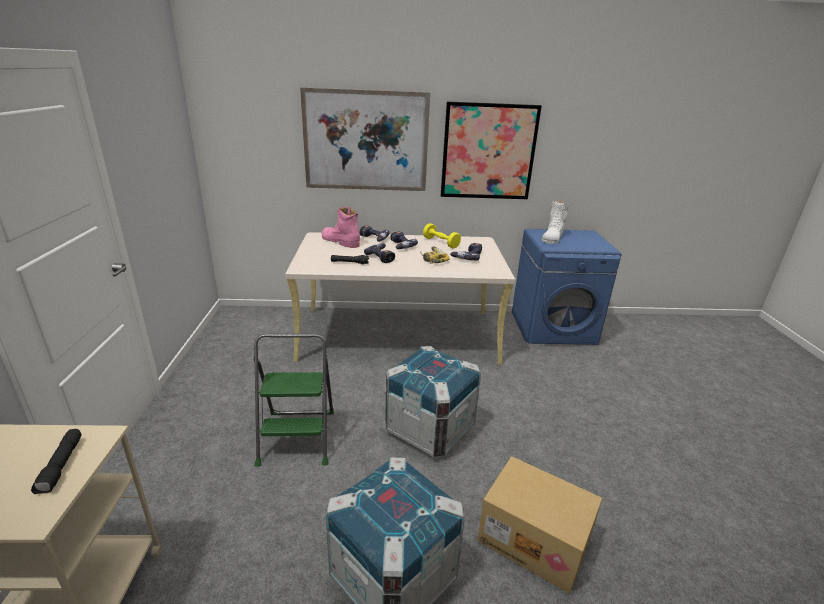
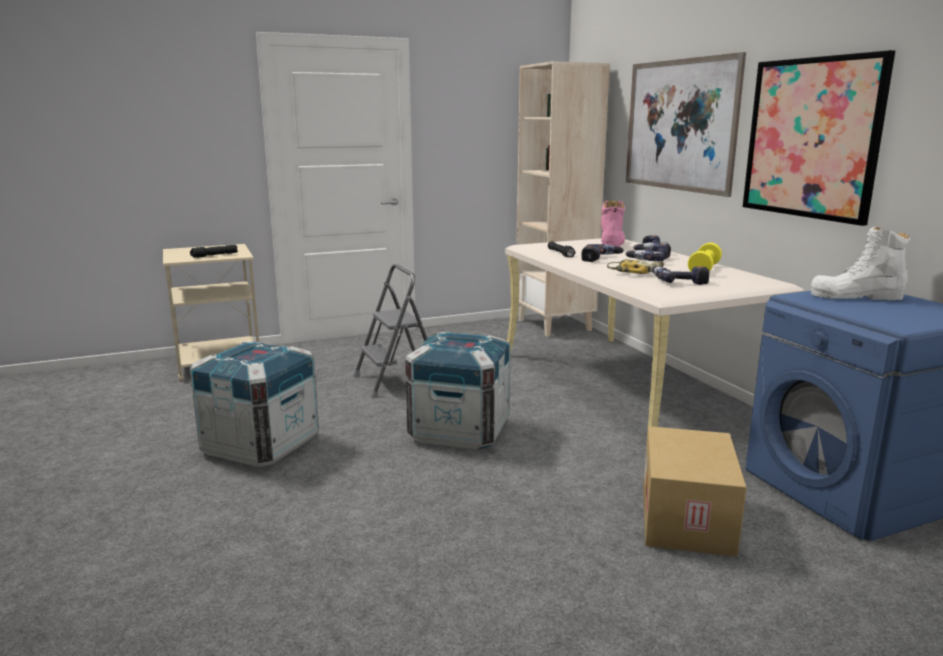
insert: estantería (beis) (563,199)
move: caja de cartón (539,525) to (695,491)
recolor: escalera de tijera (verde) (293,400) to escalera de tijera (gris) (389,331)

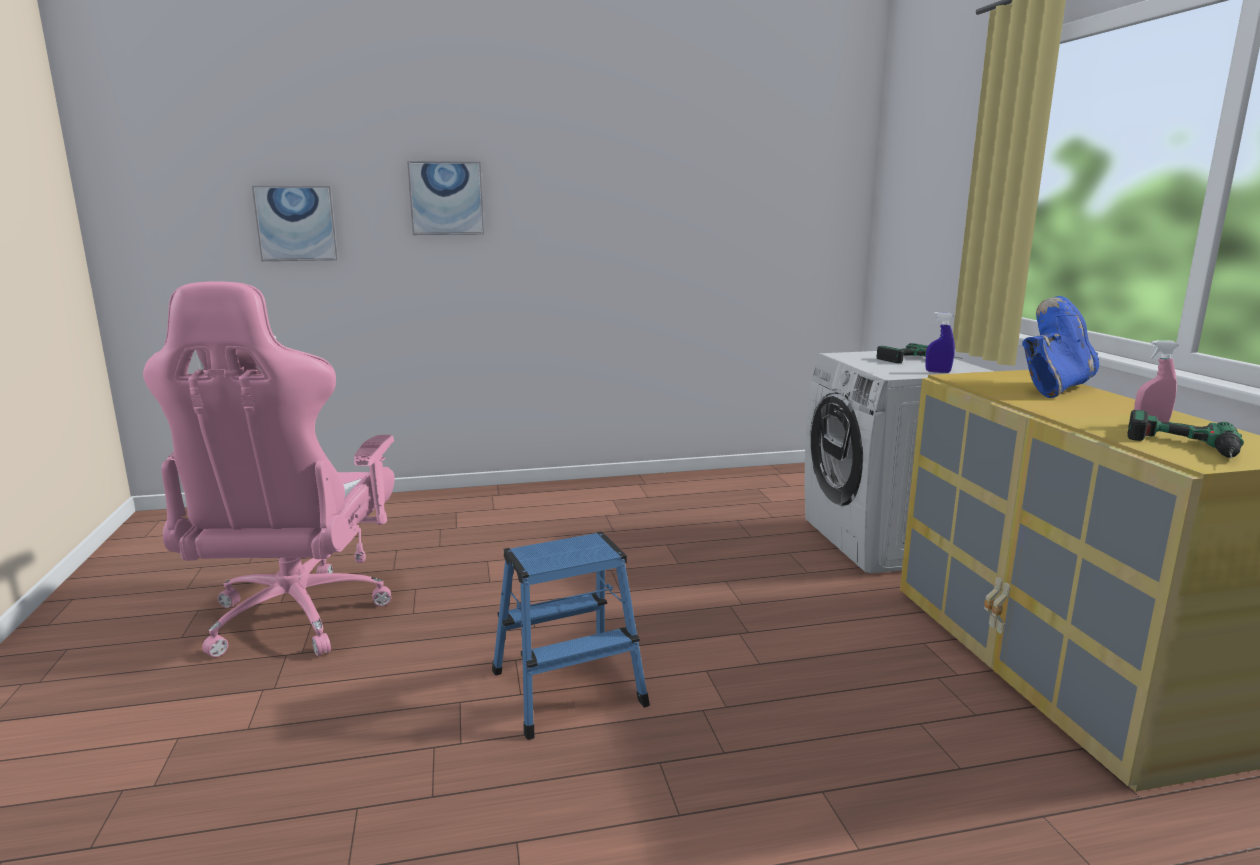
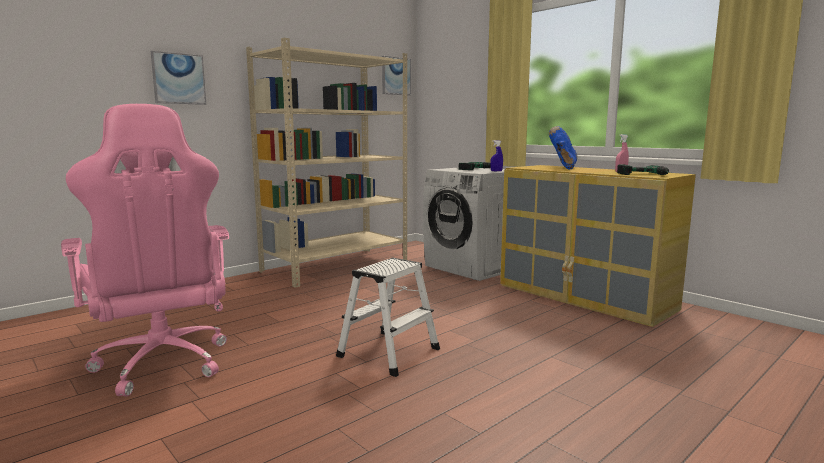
insert: estantería (beis) (326,163)
move: cuadro (295,223) to (396,76)
recolor: escalera de tijera (azul) (571,635) to escalera de tijera (blanco) (388,317)

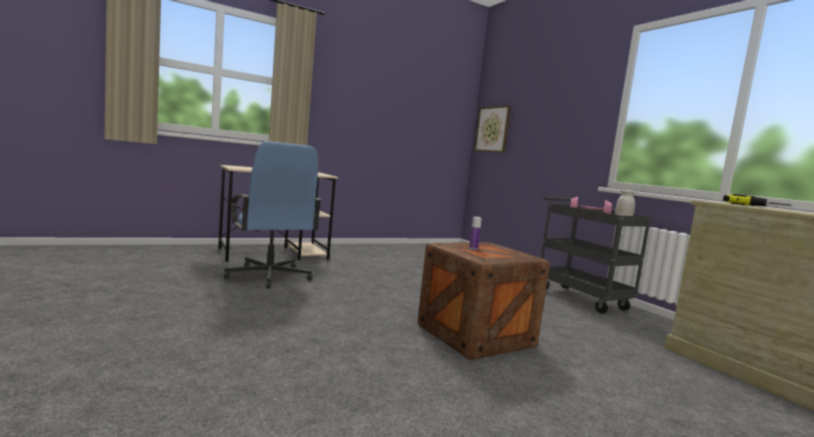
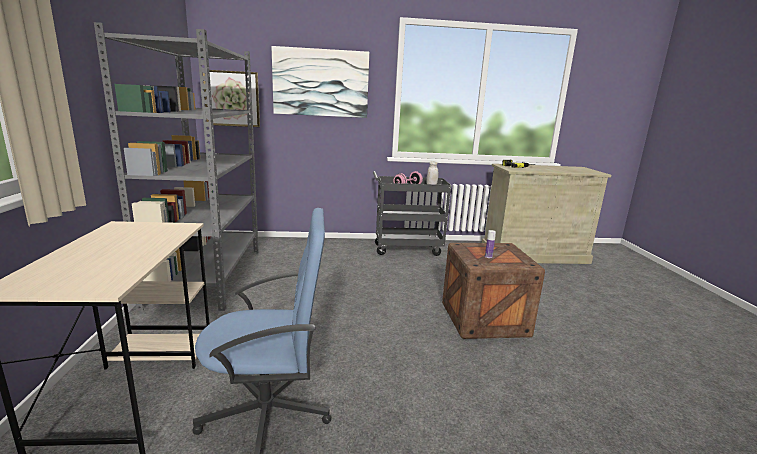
insert: estantería (gris) (176,166); cuadro (320,82)

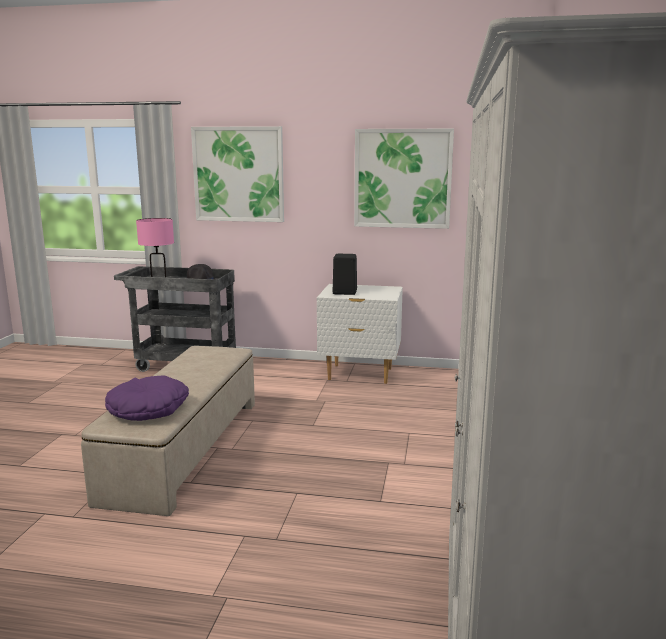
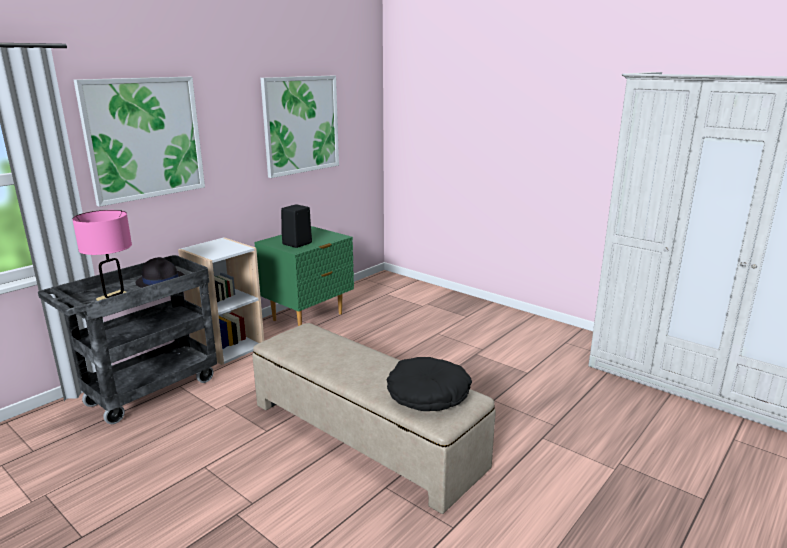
insert: estantería (221,301)
recolor: cojín (morado) (147,398) to cojín (negro) (429,384); mesita de noche (blanco) (360,334) to mesita de noche (verde) (304,276)

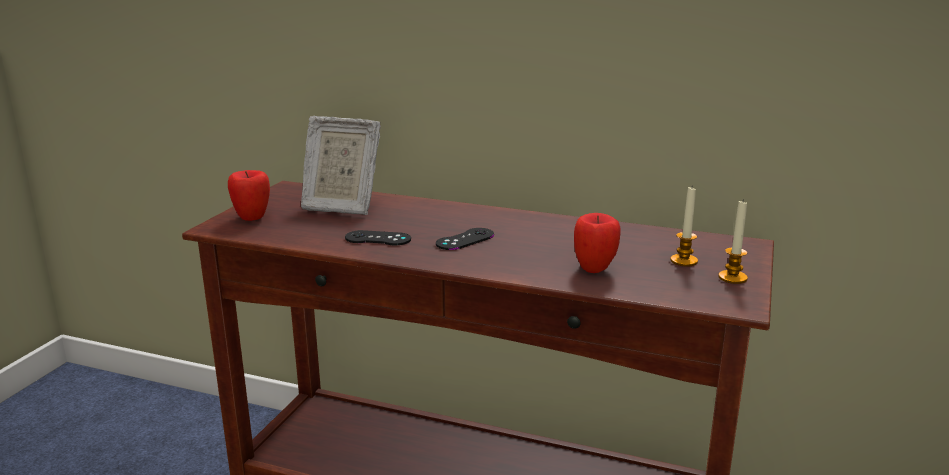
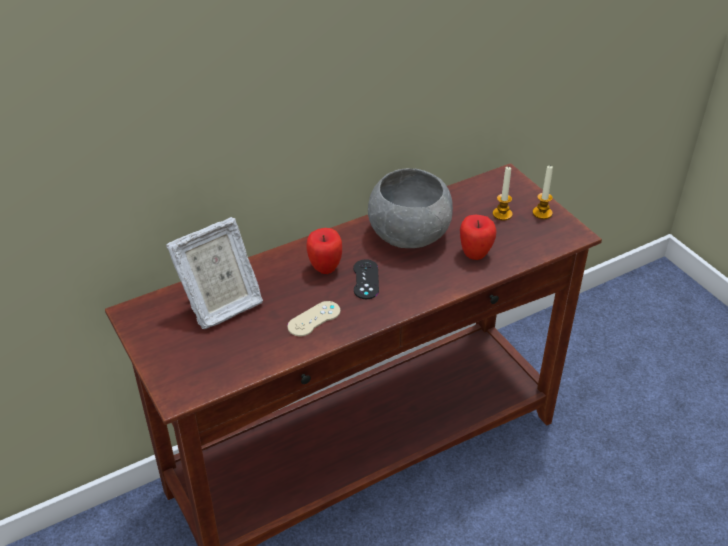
insert: cuenco (gris) (410,208)
move: manzana (249,195) to (324,251)
recolor: mando de consola (negro) (378,237) to mando de consola (beis) (313,318)

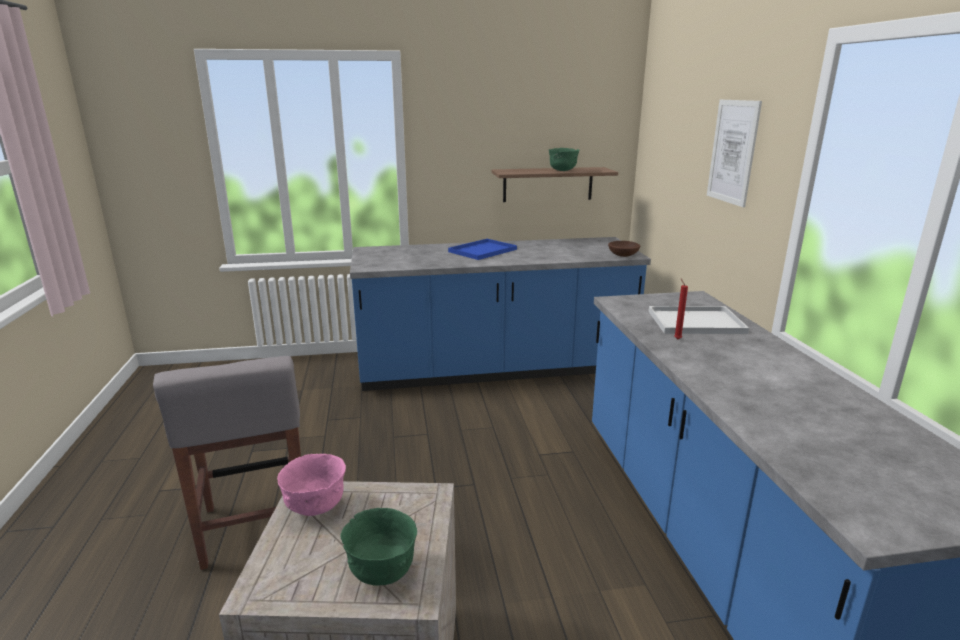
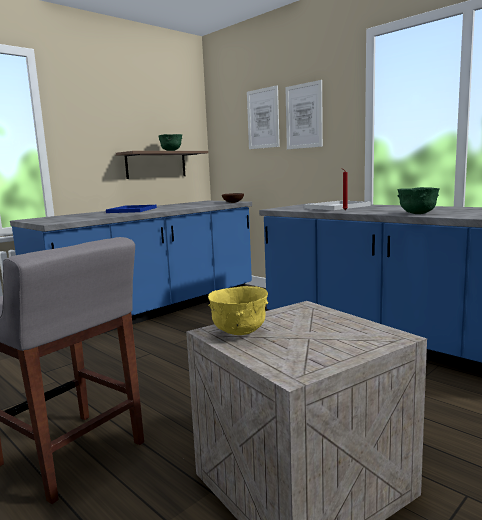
insert: cuadro (263,117)
move: cuenco (verde) (379,547) to (418,200)
recolor: cuenco (rosa) (311,485) to cuenco (amarillo) (238,310)

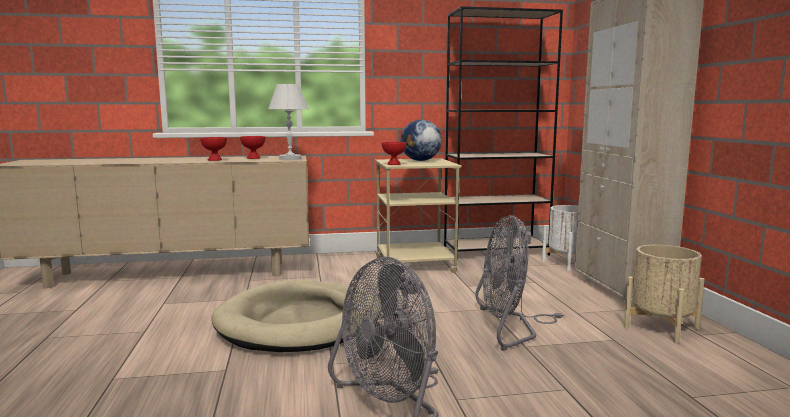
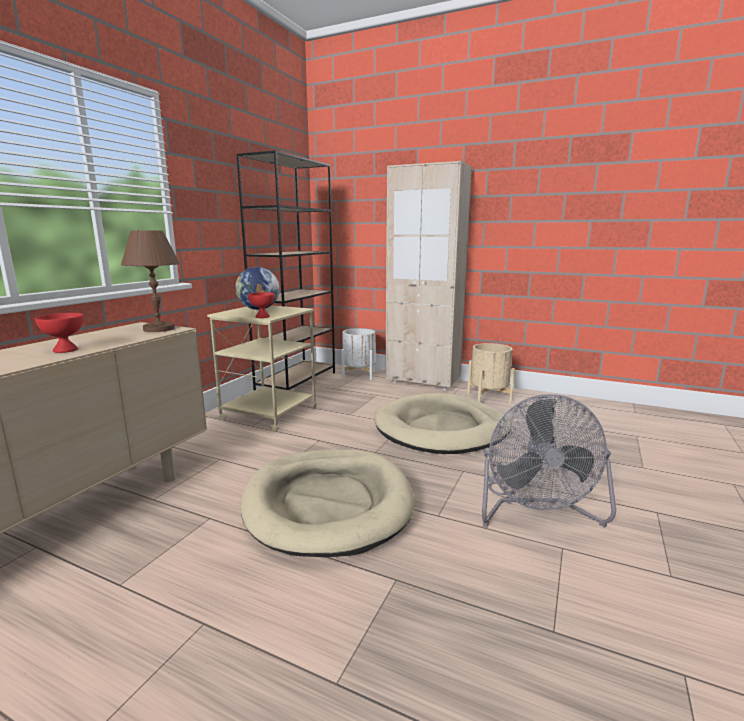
delete: cuenco (rojo) (253,147)
replace: ventilador (gris) (519,283) to cama para perro (beis) (443,423)
recolor: lámpara de mesa (blanco) (288,122) to lámpara de mesa (marrón) (150,281)

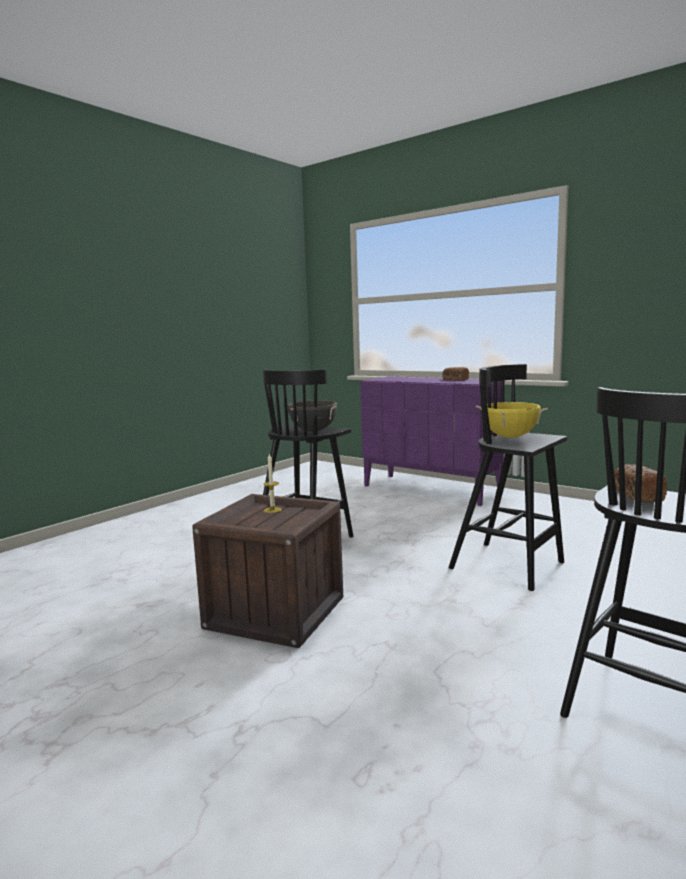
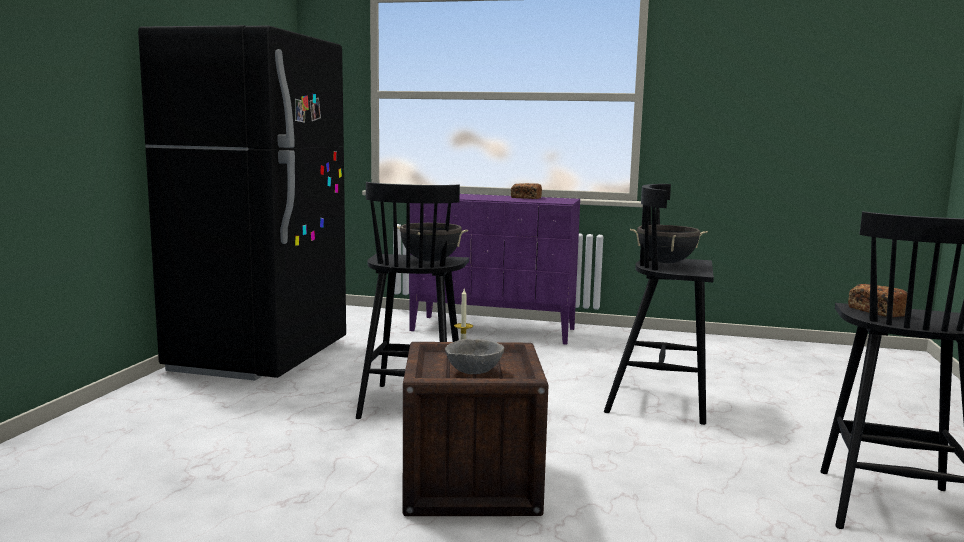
insert: nevera (negro) (242,202); cuenco (gris) (474,356)
recolor: olla (amarillo) (512,420) to olla (negro) (669,244)

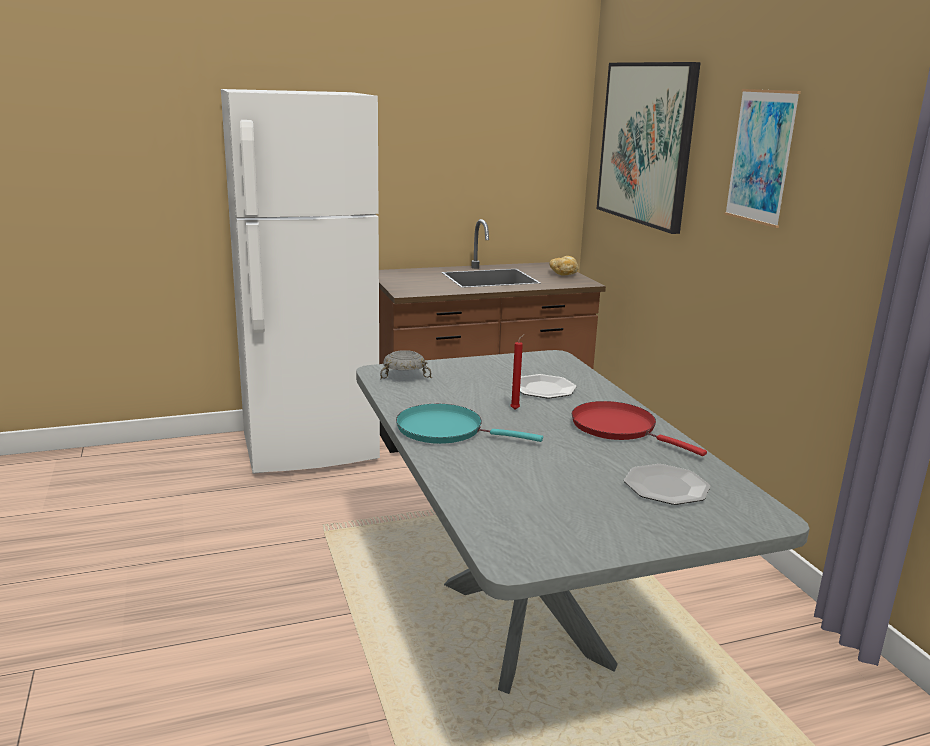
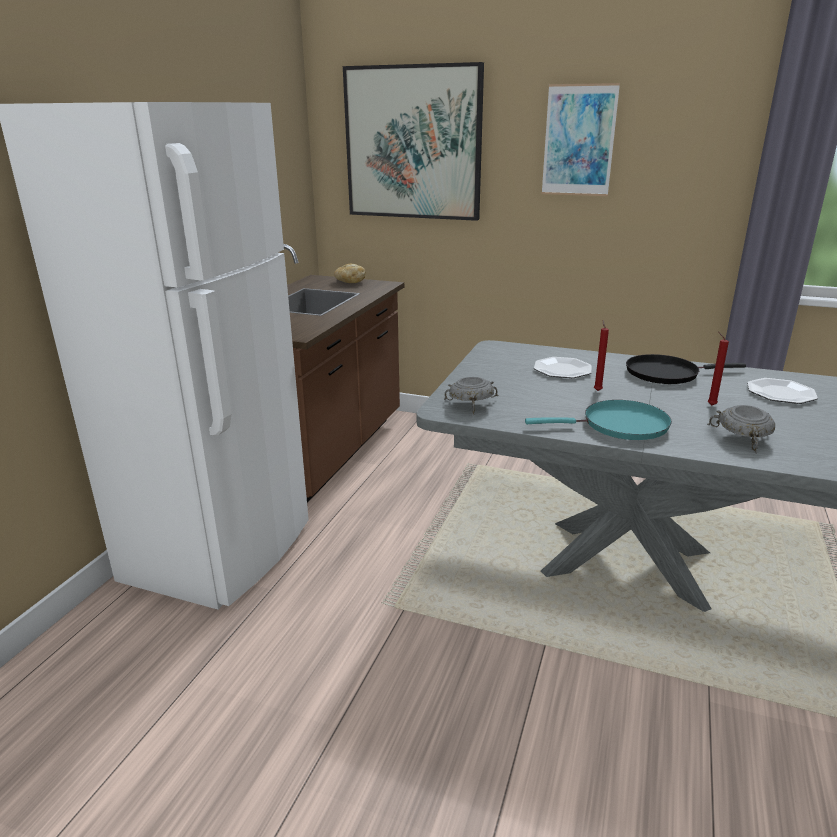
insert: cuenco (gris) (741,429); vela (rojo) (718,368)
recolor: sartén (rojo) (639,428) to sartén (negro) (686,369)
rotate: sartén (turquesa) (469,424) = (598,420) 150 degrees counterclockwise

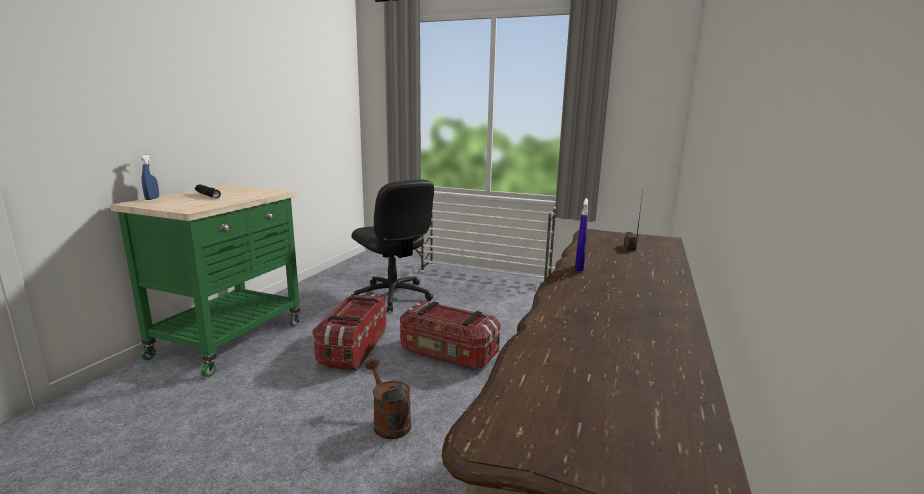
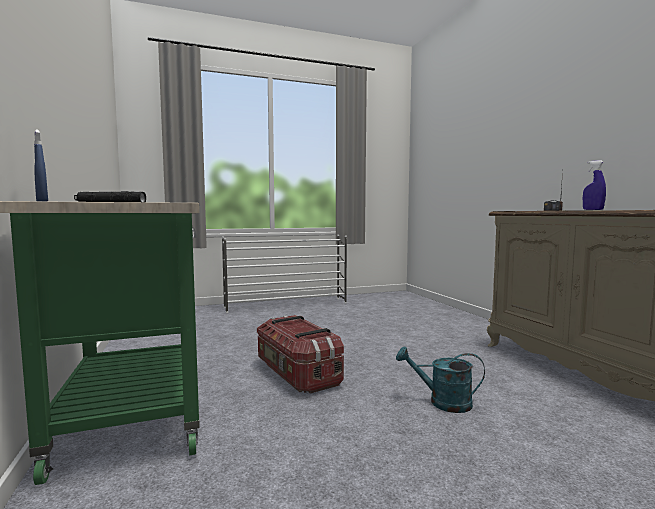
delete: silla de oficina (negro) (392,245); caja de almacenaje (450,335)
recolor: regadera (marrón) (388,398) to regadera (turquesa) (440,379)

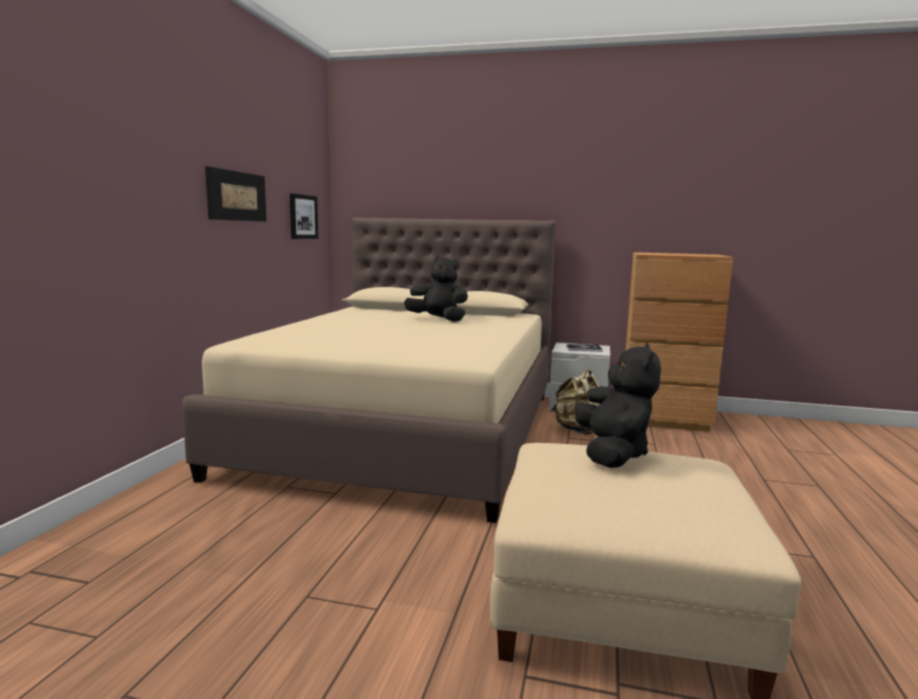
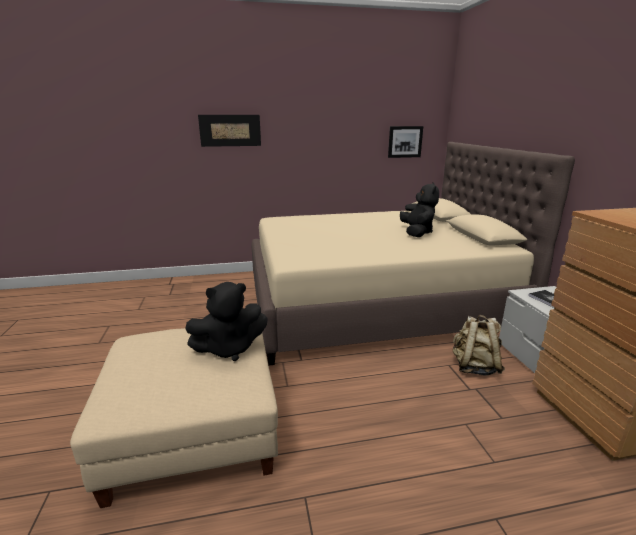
move: cuadro (236,194) to (229,131)

